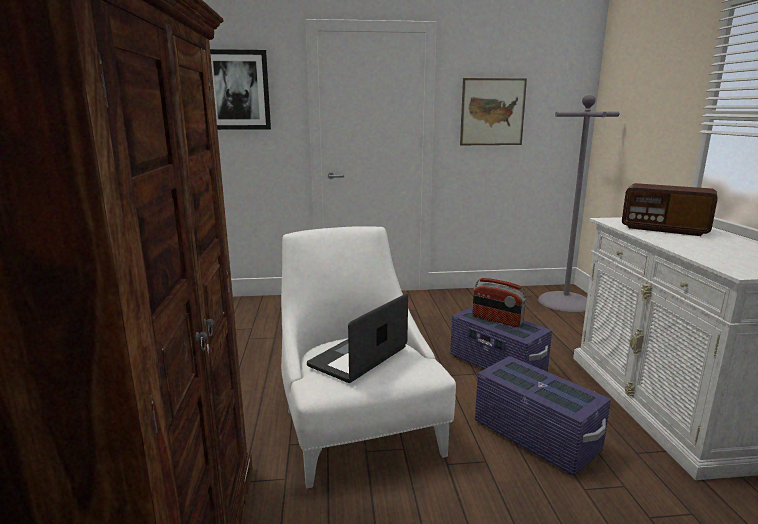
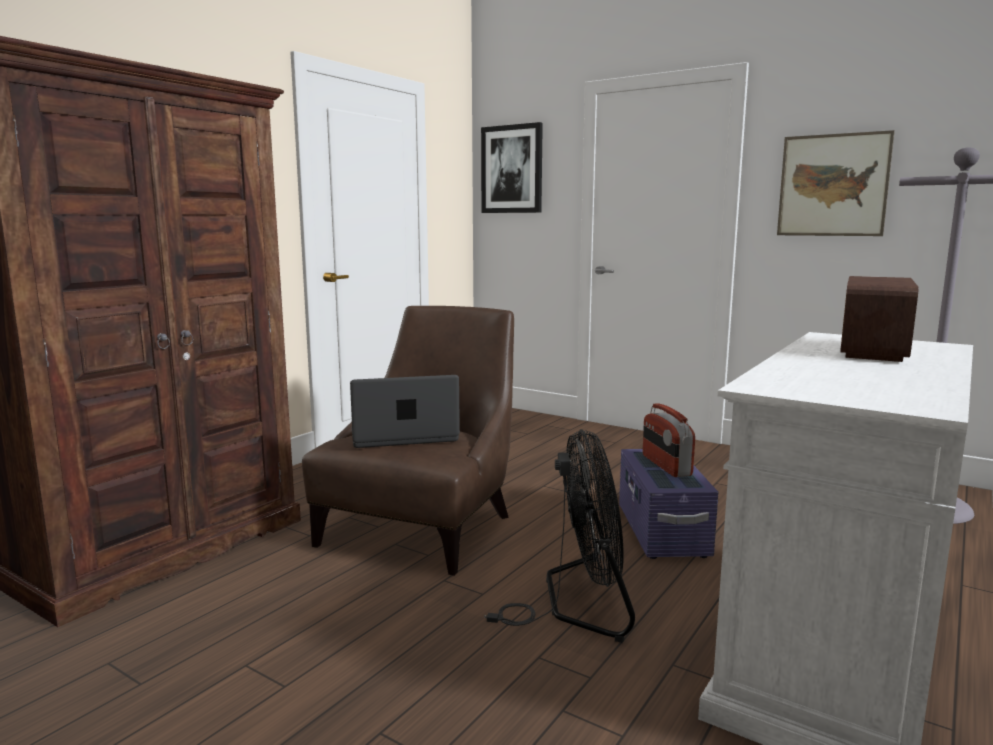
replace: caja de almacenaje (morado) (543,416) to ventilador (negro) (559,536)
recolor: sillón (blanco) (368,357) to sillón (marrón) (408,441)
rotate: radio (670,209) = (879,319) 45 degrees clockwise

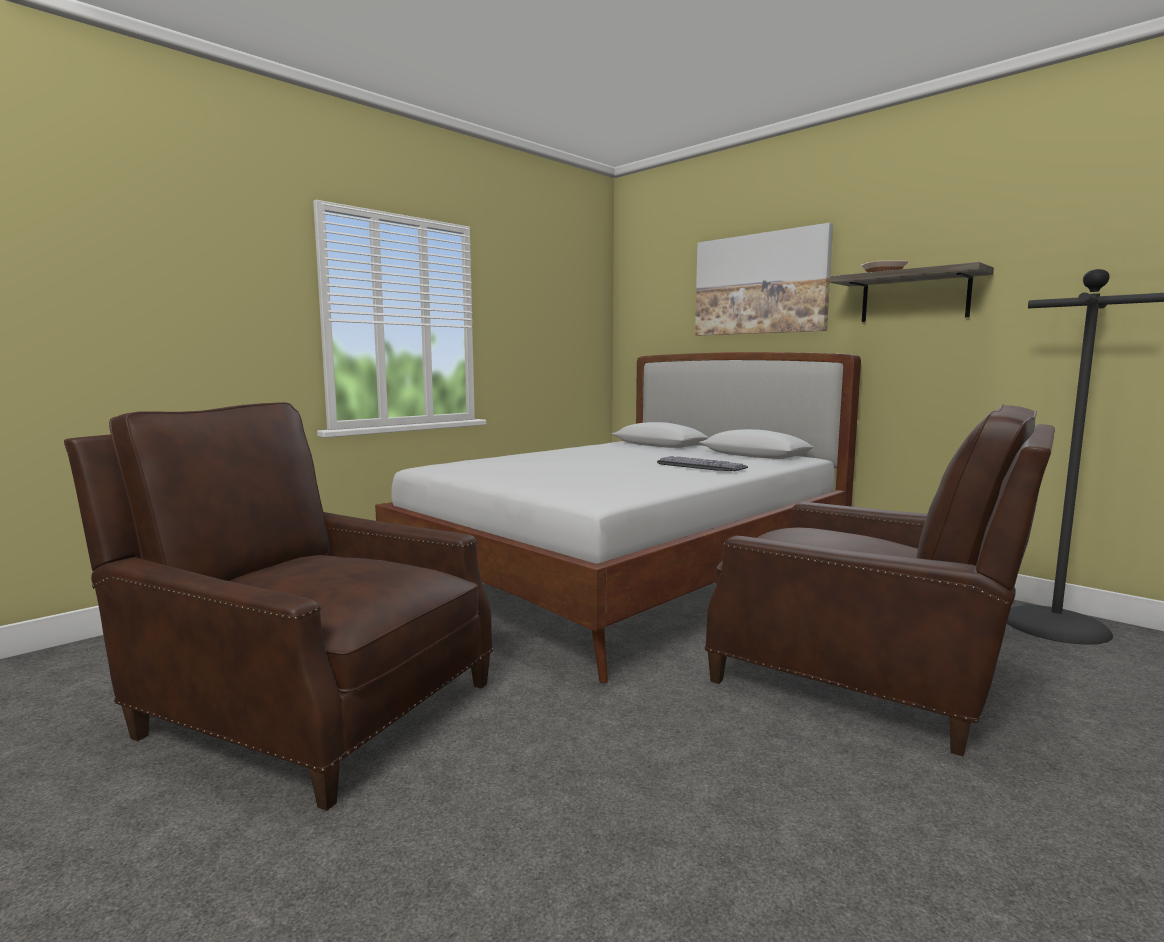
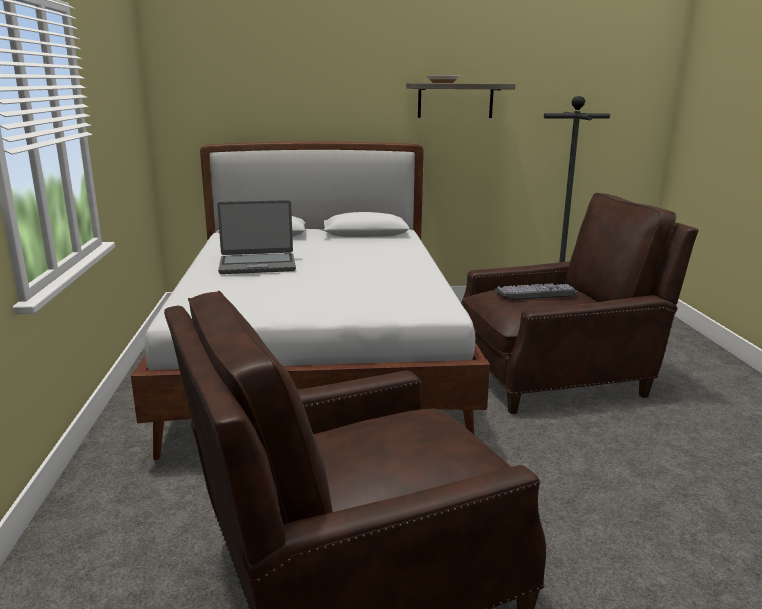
delete: cuadro (764,279)
insert: portátil (256,237)
move: teclado (702,463) to (535,292)

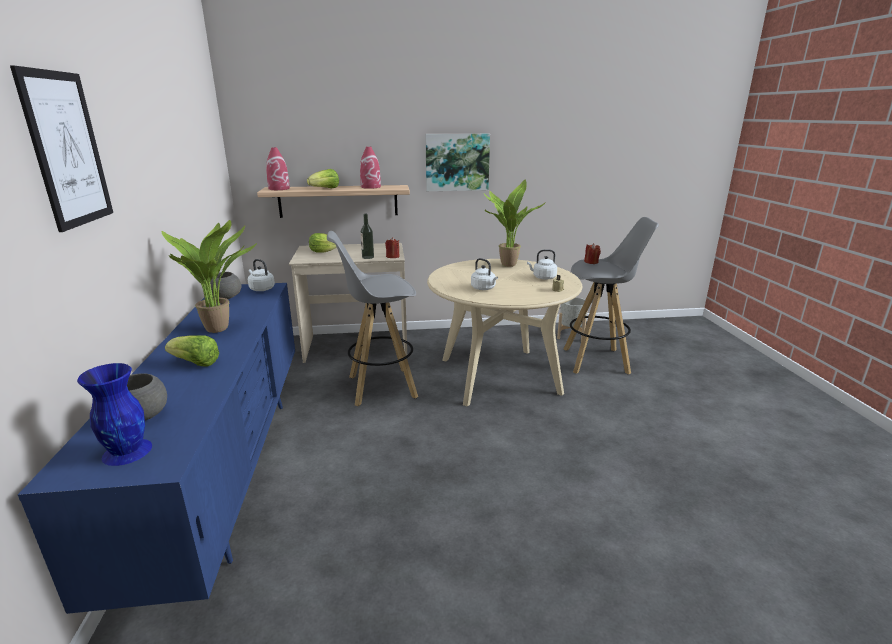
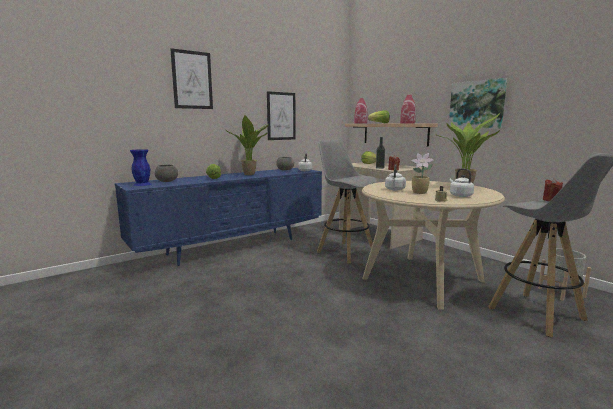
insert: cuadro (281,115); planta en maceta (422,173)

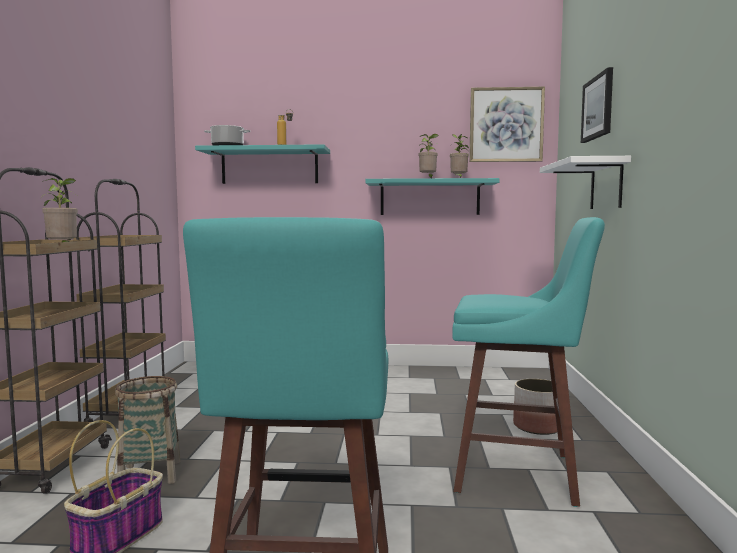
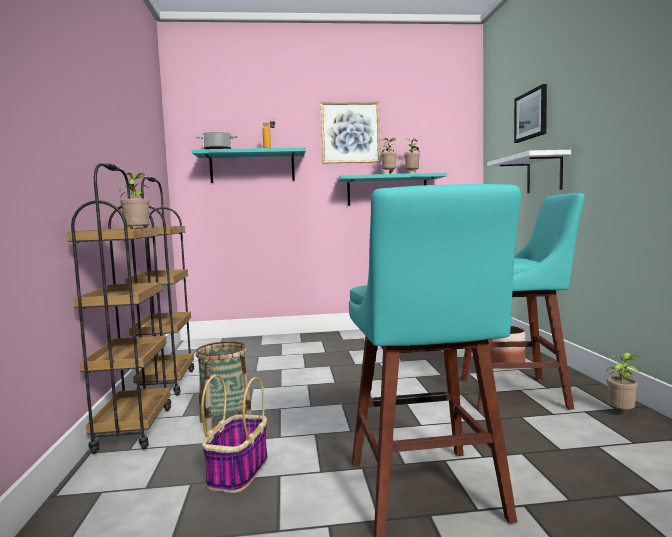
insert: planta en maceta (622,381)
move: cuadro (507,124) to (350,133)

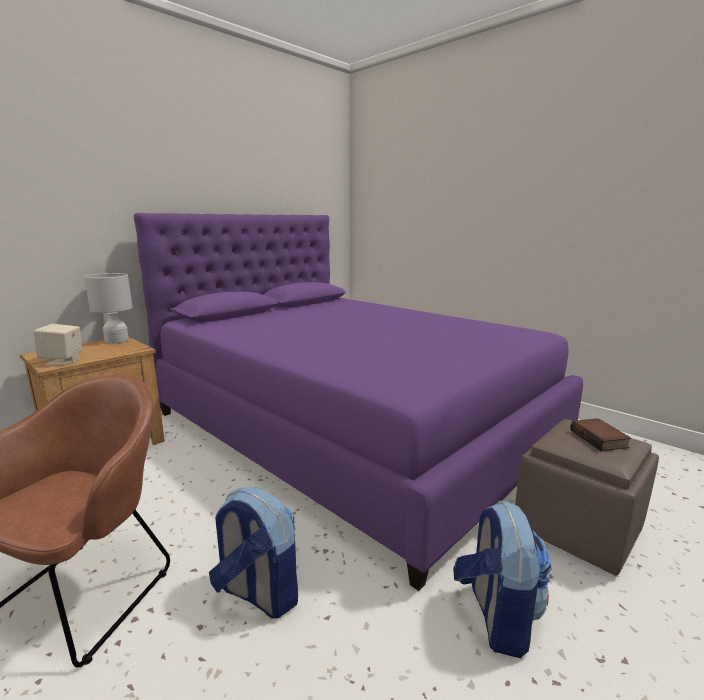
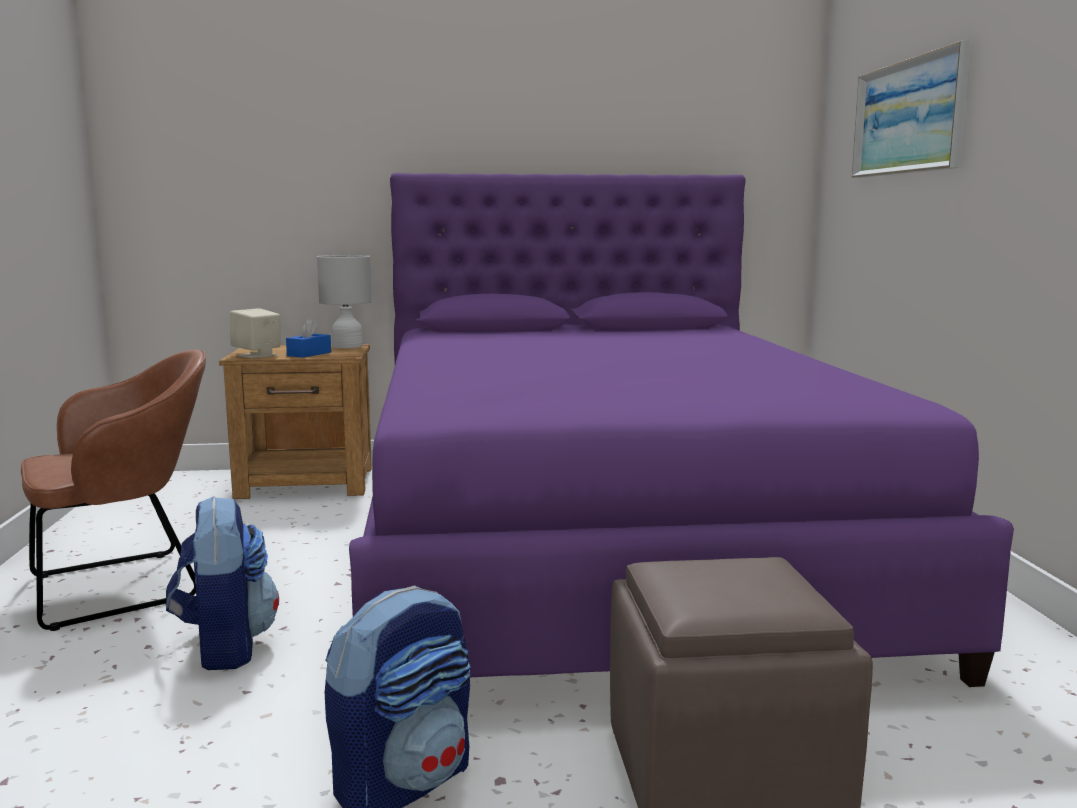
delete: libro (600,434)
insert: caja de pañuelos (azul) (308,338); cuadro (911,109)

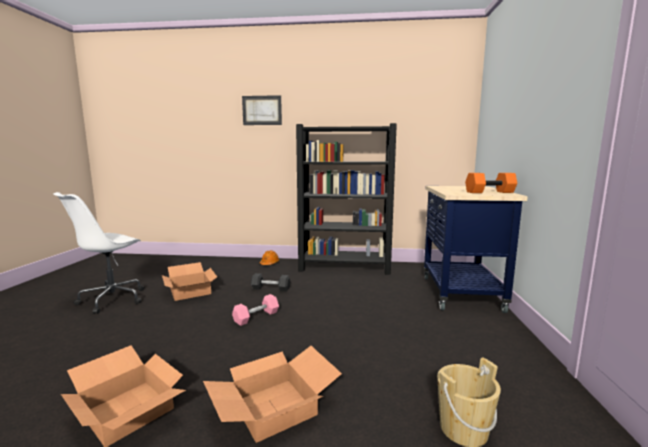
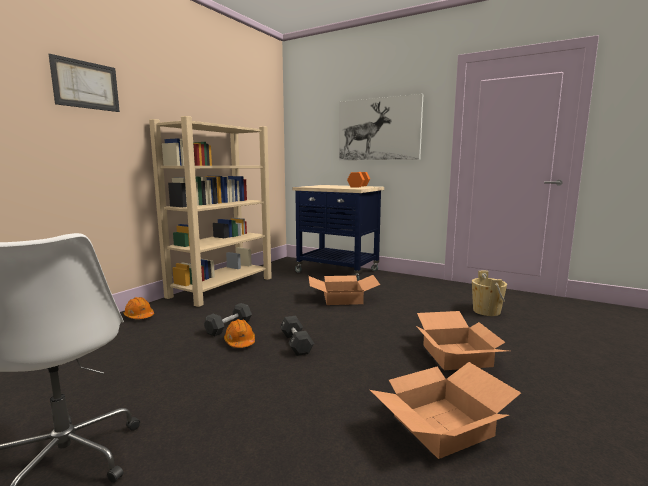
insert: casco (naranja) (239,333); cuadro (381,127)
move: caja de cartón (189,281) to (344,290)
recolor: mancuerna (rosa) (255,310) to mancuerna (negro) (297,336); estantería (negro) (346,199) to estantería (beis) (210,211)

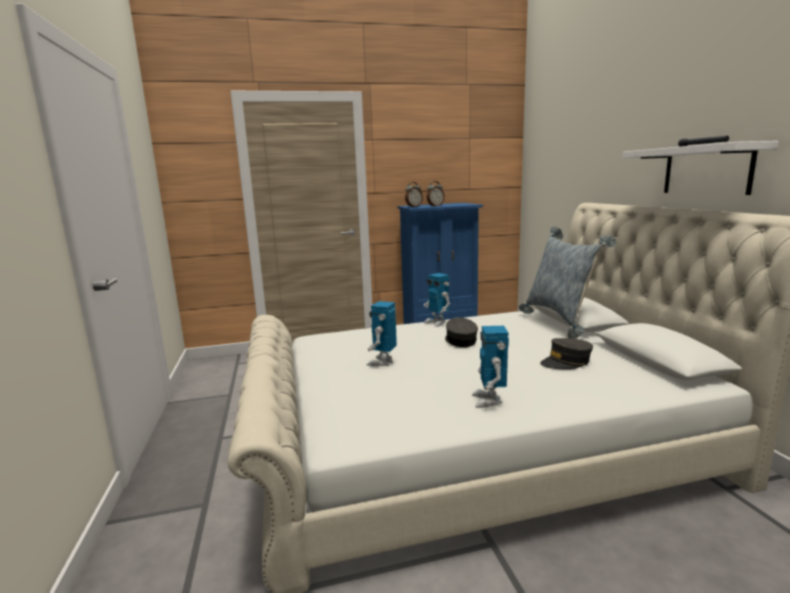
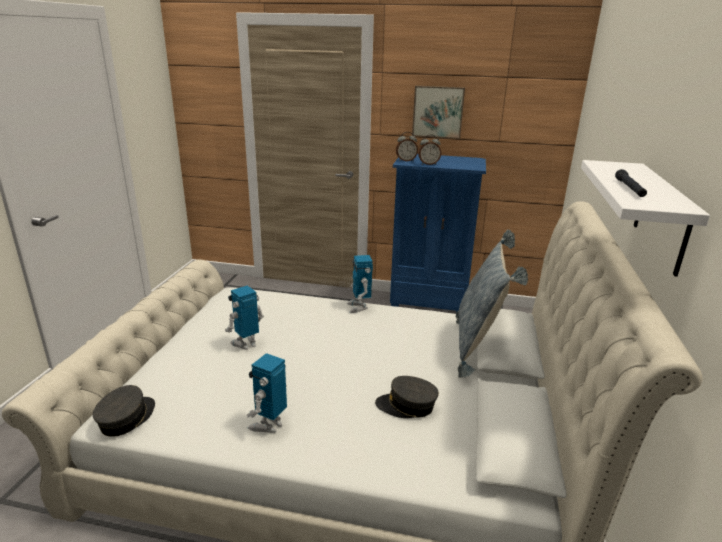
insert: cuadro (438,112)
move: gorra (gris) (461,332) to (124,411)

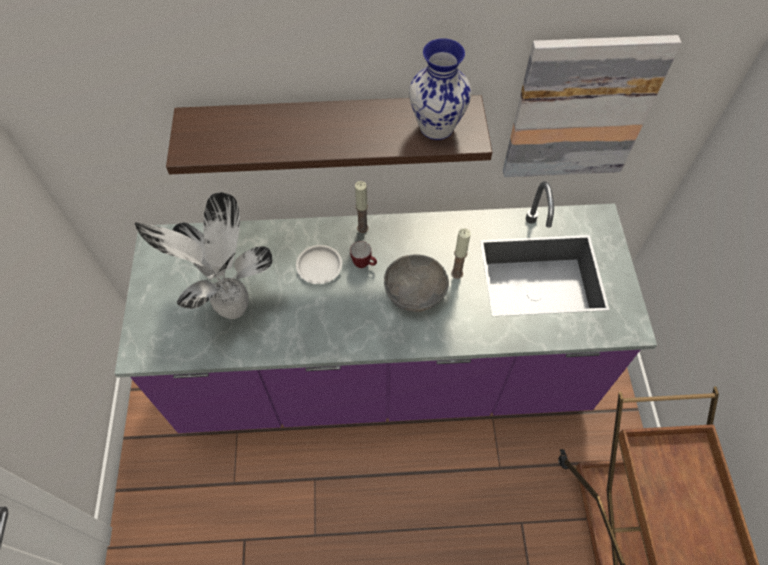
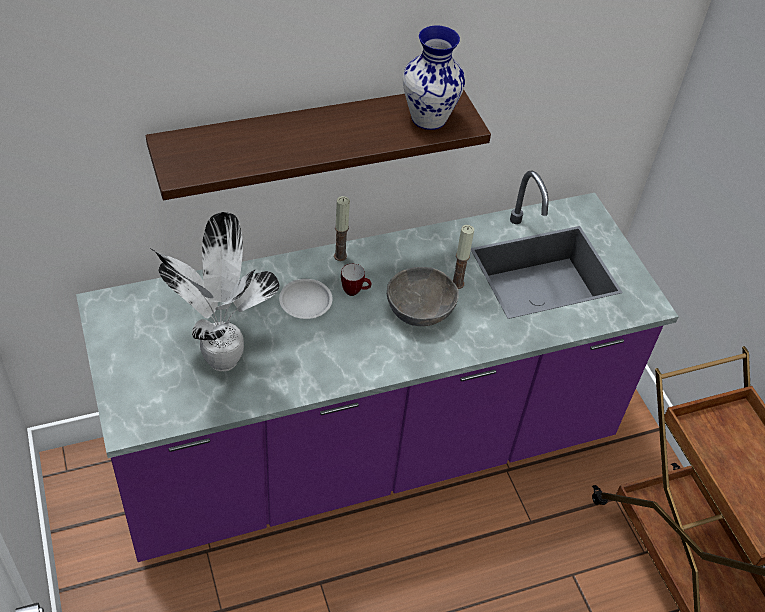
delete: cuadro (592,106)

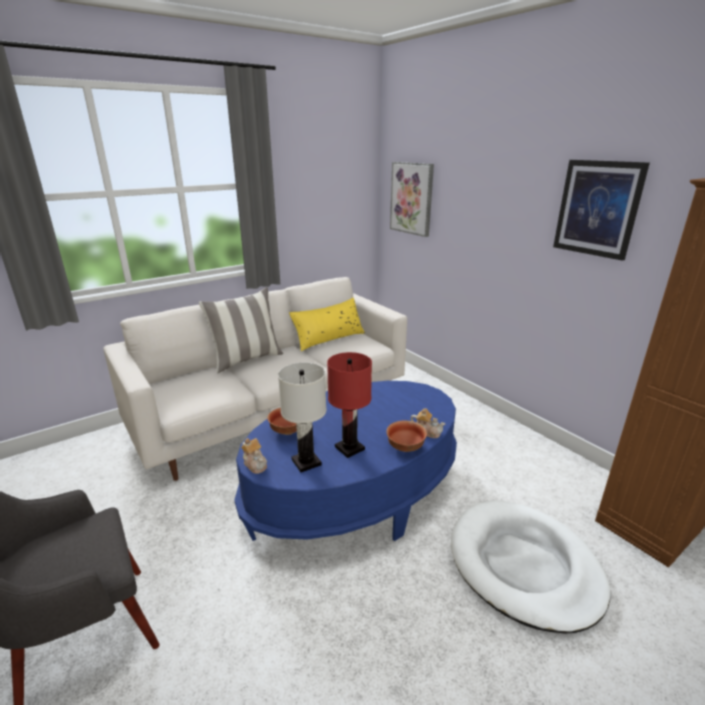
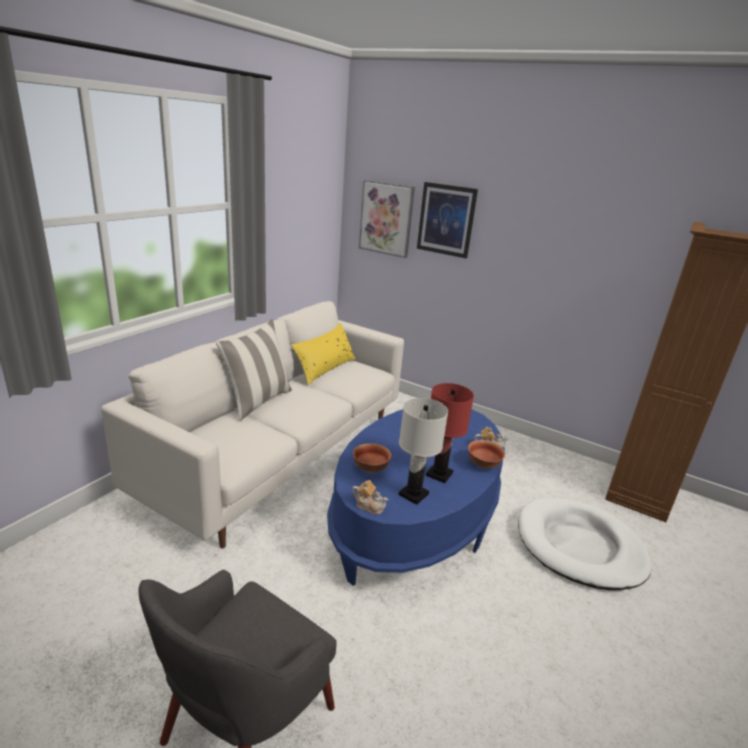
move: cuadro (601,210) to (447,220)

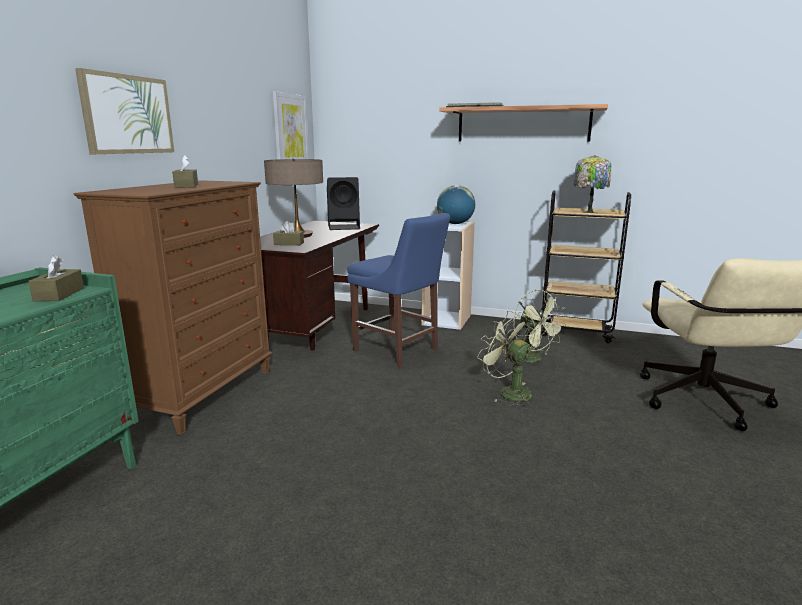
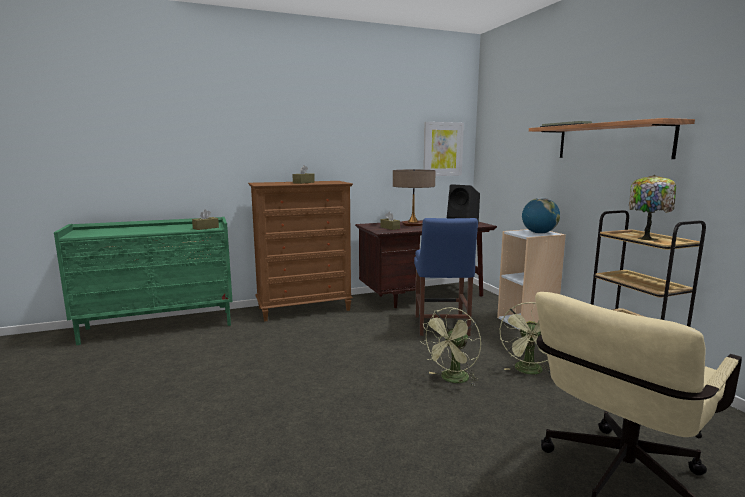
delete: cuadro (124,111)
rotate: ventilador (verde) (506,359) = (450,346) 150 degrees counterclockwise

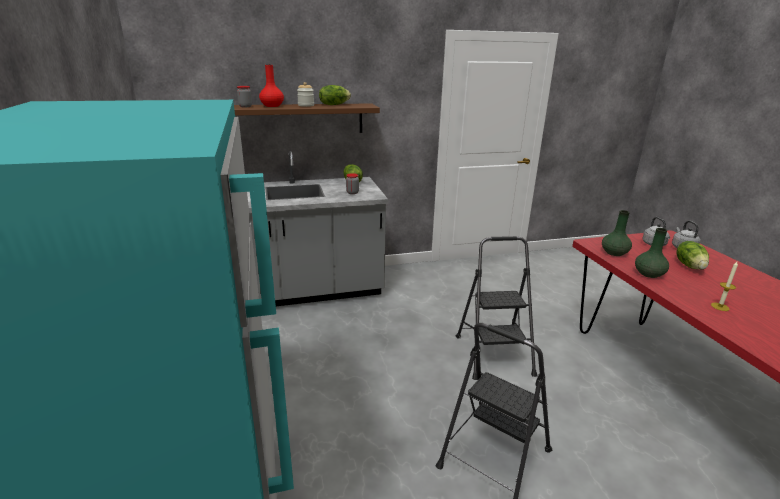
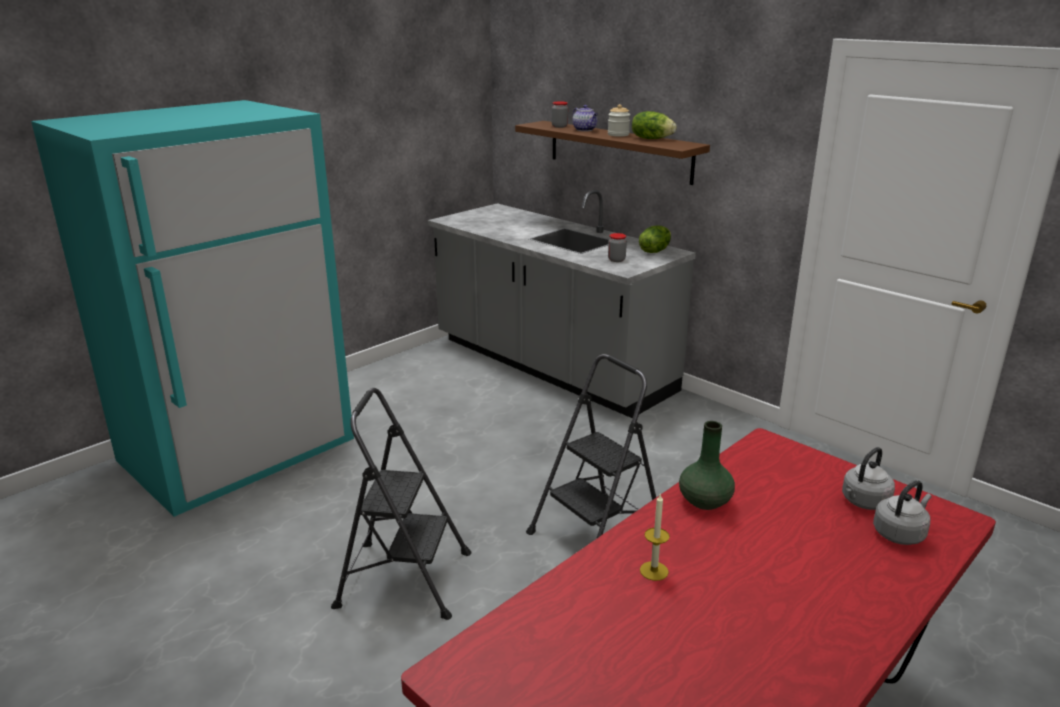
delete: florero (verde) (617,233); lechuga (692,255)
replace: florero (rojo) (271,86) to tetera (585,118)

